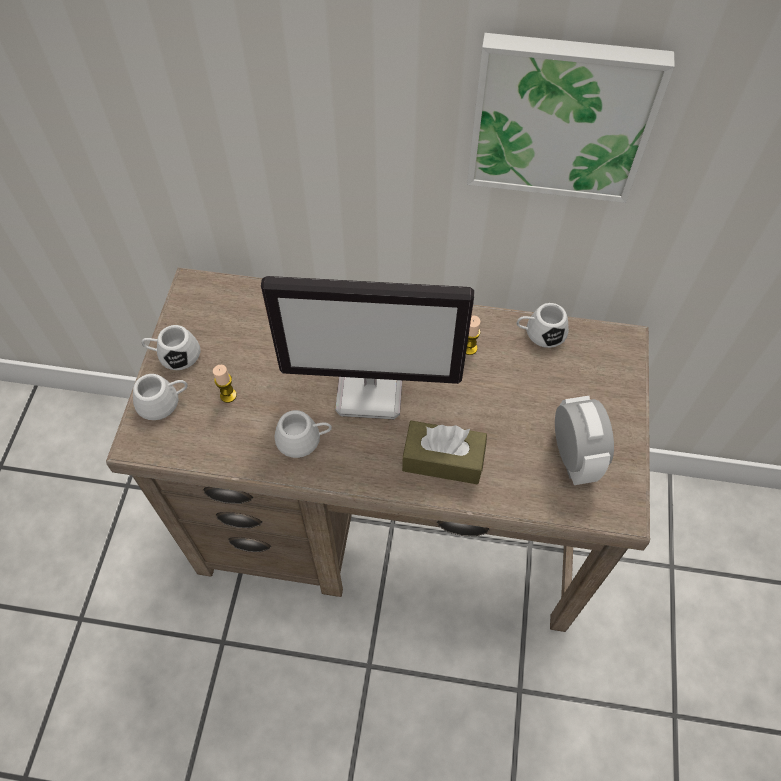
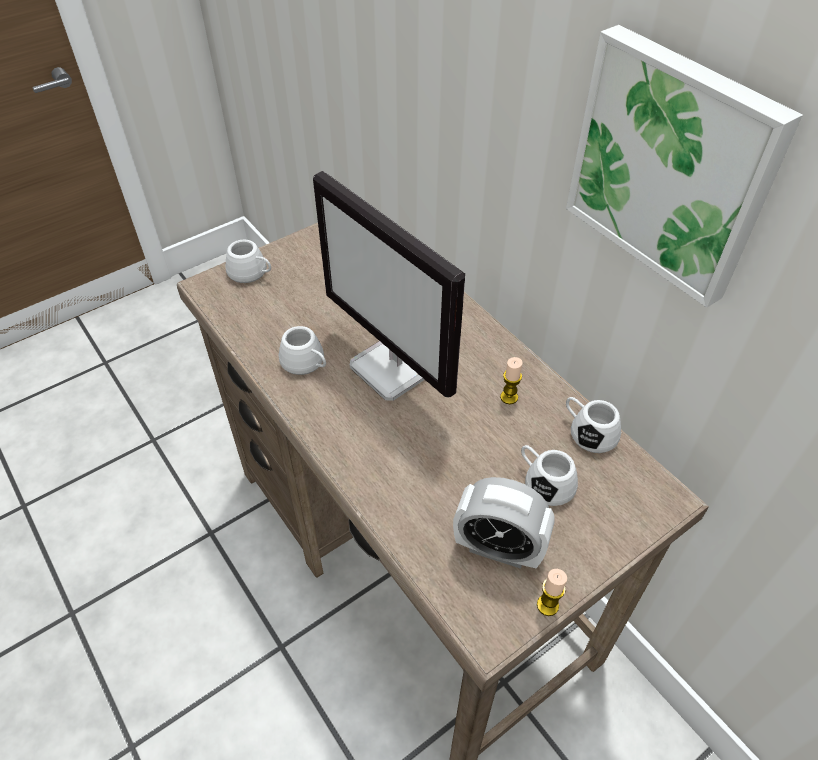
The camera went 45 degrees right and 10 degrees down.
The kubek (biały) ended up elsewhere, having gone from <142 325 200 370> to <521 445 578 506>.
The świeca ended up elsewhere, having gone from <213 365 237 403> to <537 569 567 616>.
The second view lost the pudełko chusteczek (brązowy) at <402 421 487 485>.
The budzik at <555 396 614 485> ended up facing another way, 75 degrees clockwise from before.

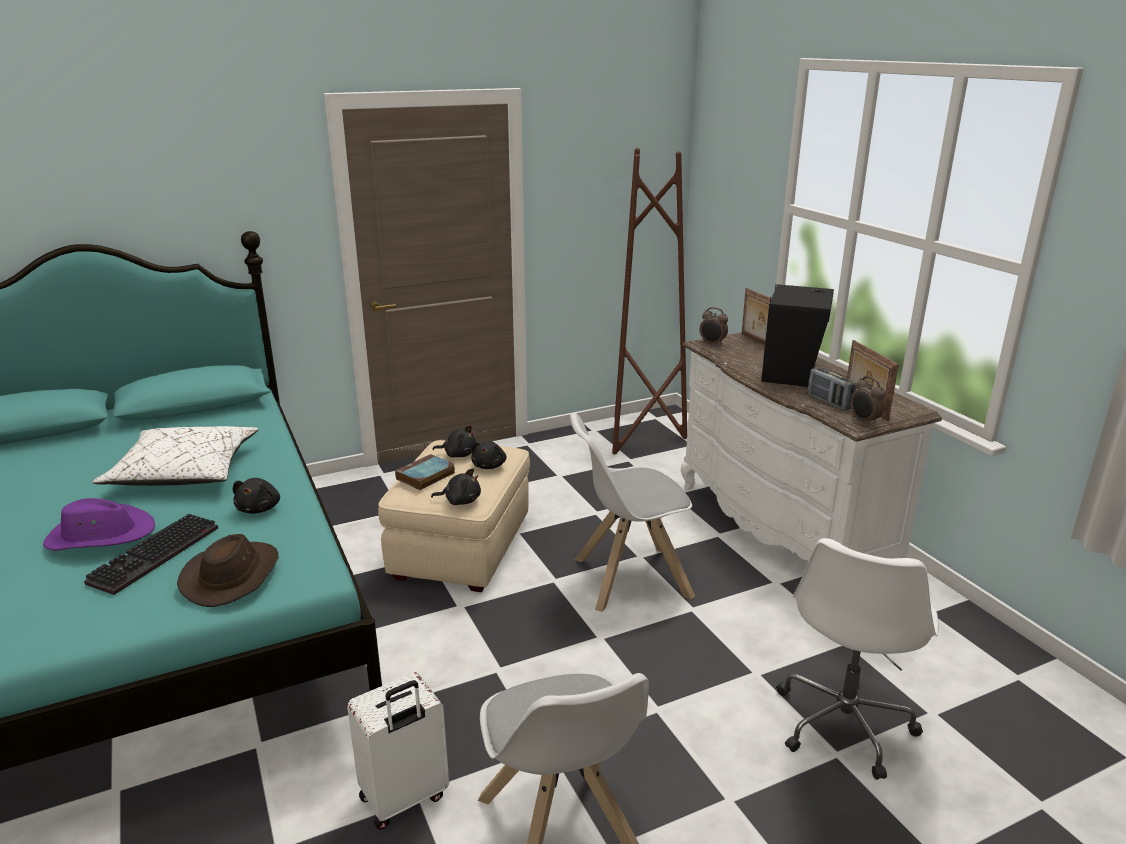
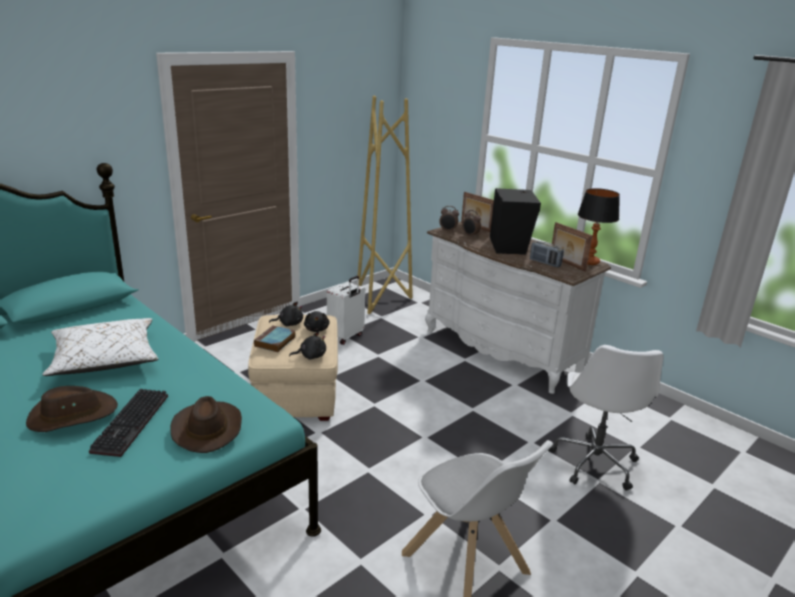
The camera went 20 degrees left and 0 degrees up.
What was the kapelusz (fioletowy) at <43 498 155 551> turned into the kapelusz (brązowy) at <26 386 118 432>.
The second view lost the pluszak (czarny) at <233 478 280 514>.
The walizka (biały) ended up elsewhere, having gone from <347 672 449 830> to <327 276 365 345>.
The second view lost the krzesło at <570 413 695 612>.
What was the wieszak (brązowy) at <612 148 687 455> turned into the wieszak (żółty) at <358 96 413 314>.
The budzik ended up elsewhere, having gone from <850 376 885 426> to <462 210 481 238>.
The second view gained the lampa stołowa at <578 188 620 265>.

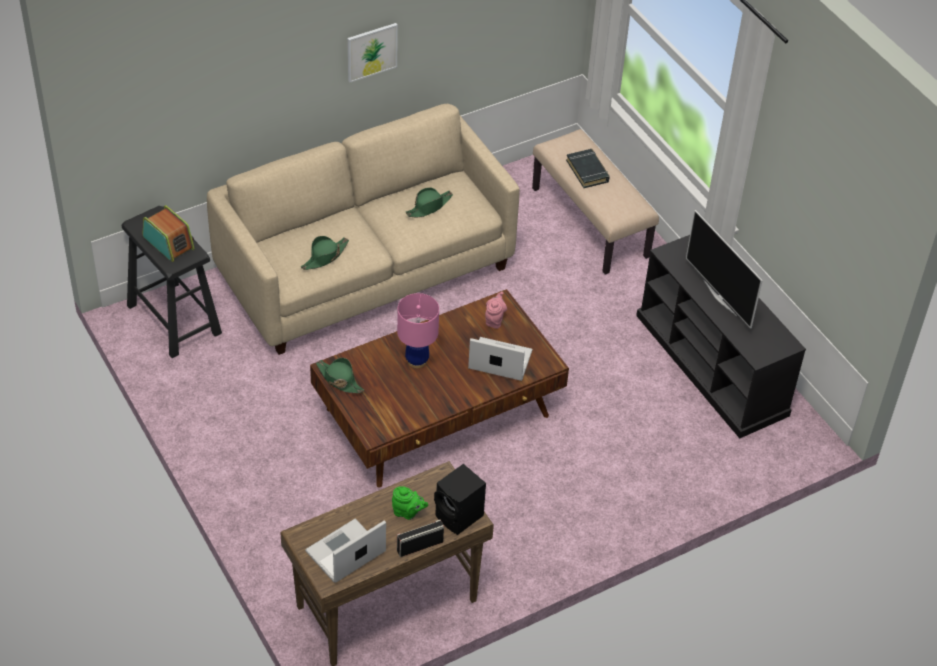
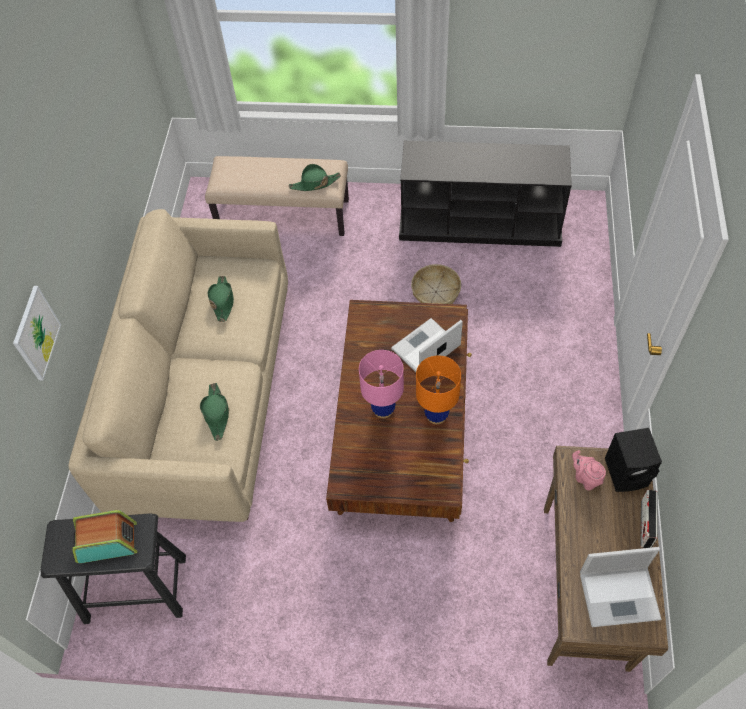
The camera went 50 degrees left and 10 degrees up.
The laptop at <305 518 386 583> ended up facing another way, 90 degrees counterclockwise from before.
The kapelusz (zielony) ended up elsewhere, having gone from <316 358 364 393> to <289 164 341 191>.
The obraz ended up elsewhere, having gone from <348 23 398 82> to <13 286 61 381>.
The second view lost the imbryk (zielony) at <392 486 428 520>.
The imbryk (różowy) ended up elsewhere, having gone from <485 292 507 329> to <572 450 606 490>.
The second view lost the książka (czarny) at <566 149 610 188>.
The second view lost the telewizor at <686 210 763 328>.
The second view gained the koszyk at <411 264 461 304>.
The second view gained the lampa stołowa (pomarańczowy) at <416 355 461 424>.

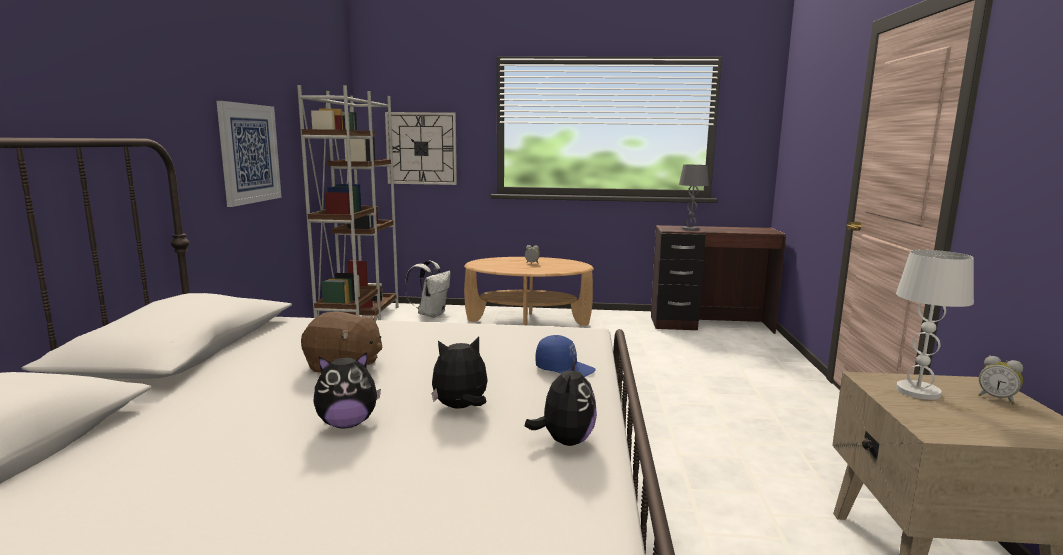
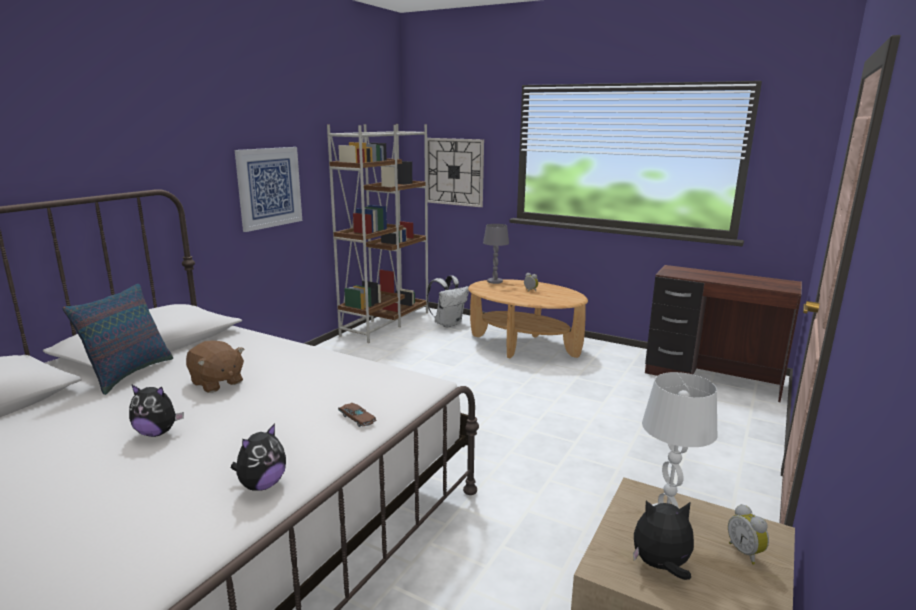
The camera went 25 degrees right and 5 degrees up.
The pluszak ended up elsewhere, having gone from <431 336 488 409> to <633 500 694 580>.
Where the czapka z daszkiem (niebieski) stood at <536 335 596 377>, the samochodzik (brązowy) came to stand at <338 403 377 427>.
The lampa stołowa (szary) ended up elsewhere, having gone from <679 165 709 231> to <483 224 509 284>.
The second view gained the poduszka (niebieski) at <62 284 173 395>.

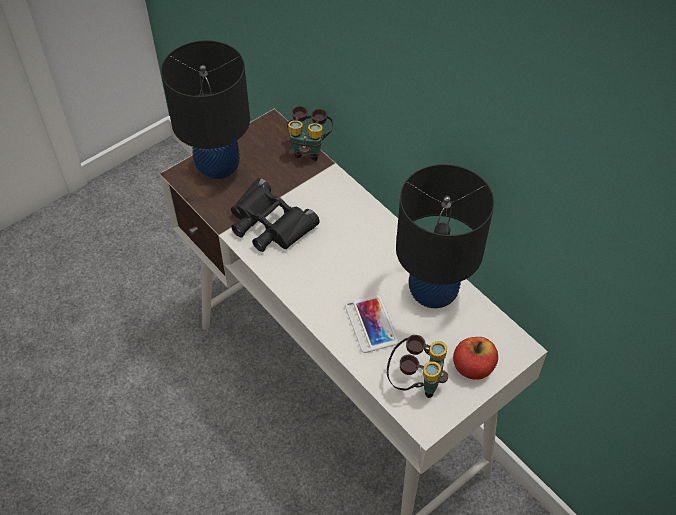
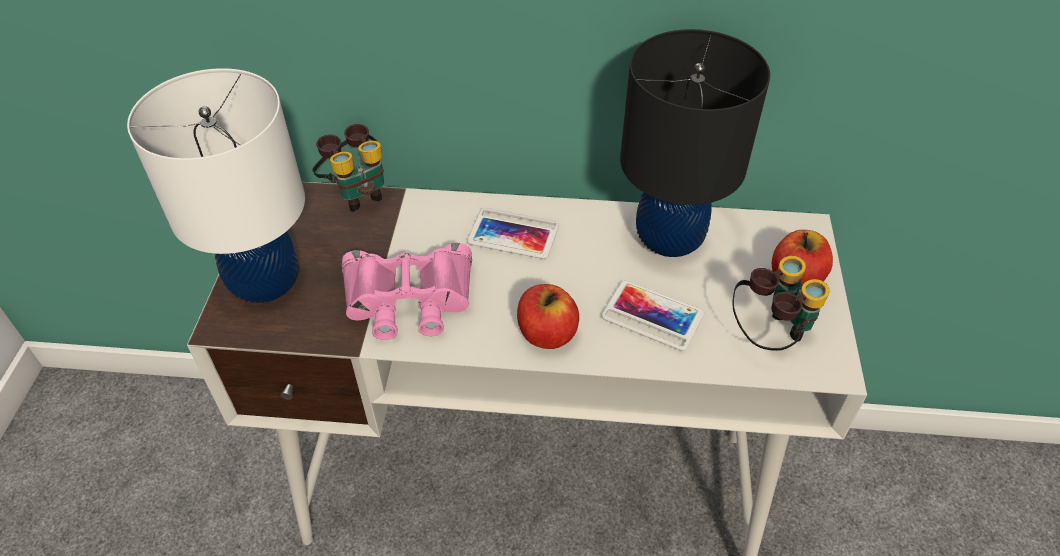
The camera went 45 degrees left and 5 degrees down.
What was the lampa stołowa (czarny) at <161 40 250 179> turned into the lampa stołowa (biały) at <127 68 305 303>.
What was the lornetka (czarny) at <231 178 320 252> turned into the lornetka (różowy) at <342 243 472 340>.
The second view gained the telefon at <467 208 559 259>.
The second view gained the jabłko at <517 284 579 349>.

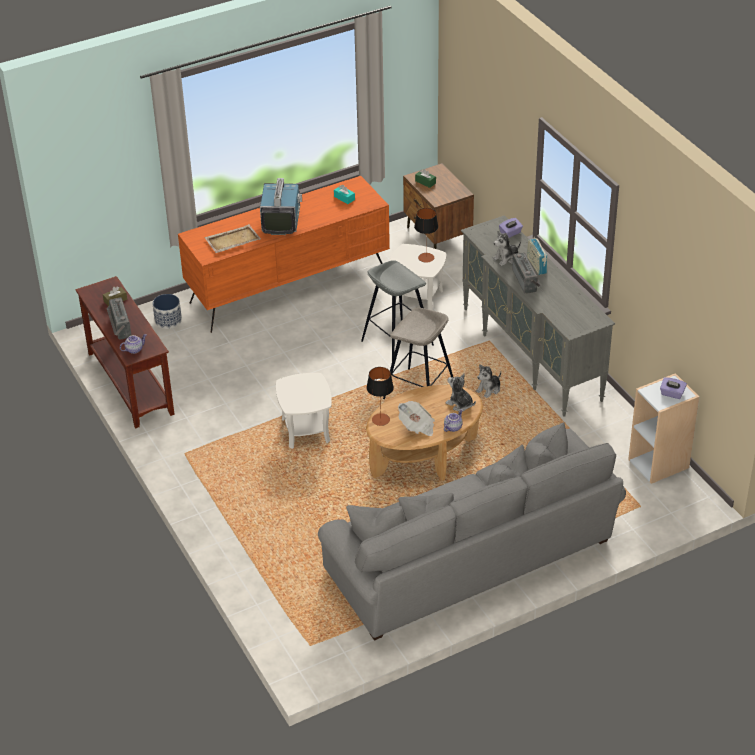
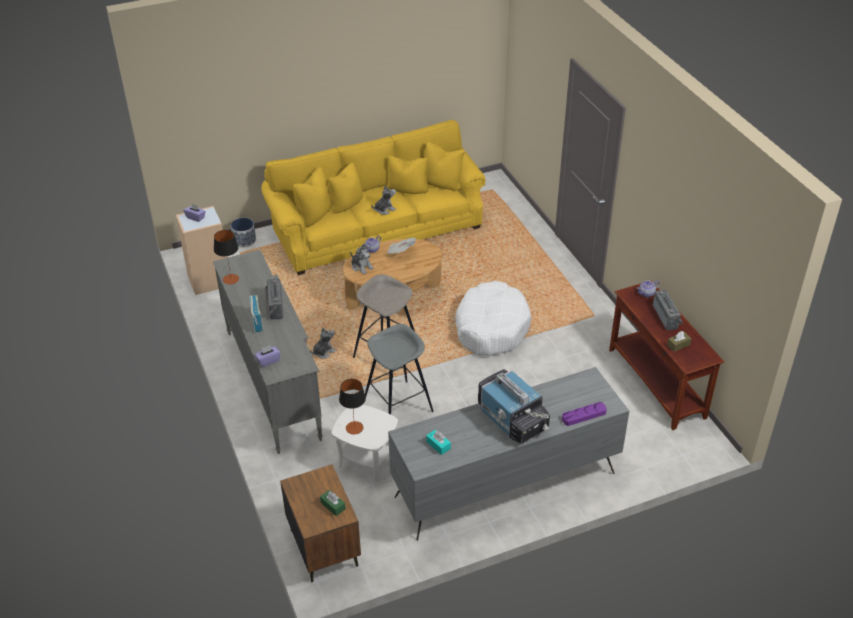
The camera went 175 degrees left and 0 degrees up.
The donica ended up elsewhere, having gone from <153 294 182 329> to <231 218 256 247>.
What was the szafka pod telewizor (pomarańczowy) at <178 176 390 333> turned into the szafka pod telewizor (szary) at <388 367 629 541>.
The second view lost the taca (beżowy) at <204 224 261 253>.
The telewizor at <260 178 302 235> ended up facing another way, 45 degrees counterclockwise from before.
Where the stolik (biały) stood at <276 373 332 449>, the legowisko (biały) came to stand at <455 281 531 356>.
What was the kanapa (szary) at <318 422 626 641> turned into the kanapa (żółty) at <261 120 486 275>.
The lampa stołowa ended up elsewhere, having gone from <367 367 394 426> to <214 230 239 284>.
The pluszak ended up elsewhere, having gone from <492 231 521 266> to <371 185 396 215>.
The second view gained the taca (fioletowy) at <562 402 607 426>.

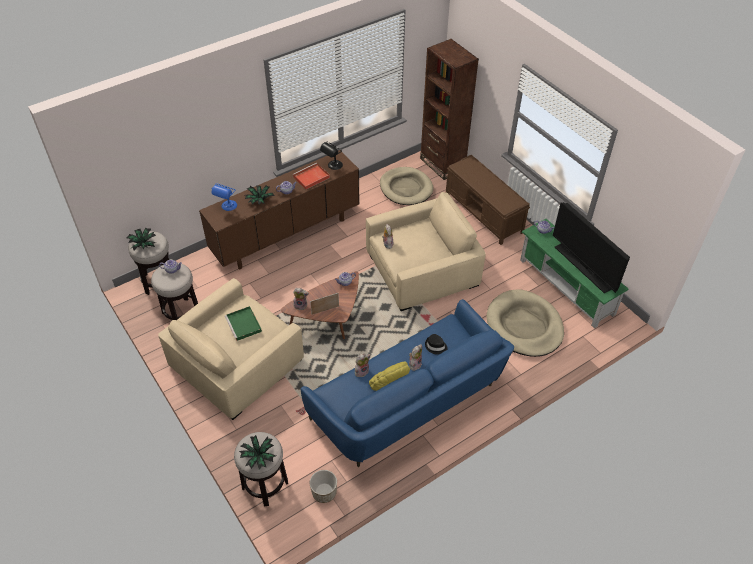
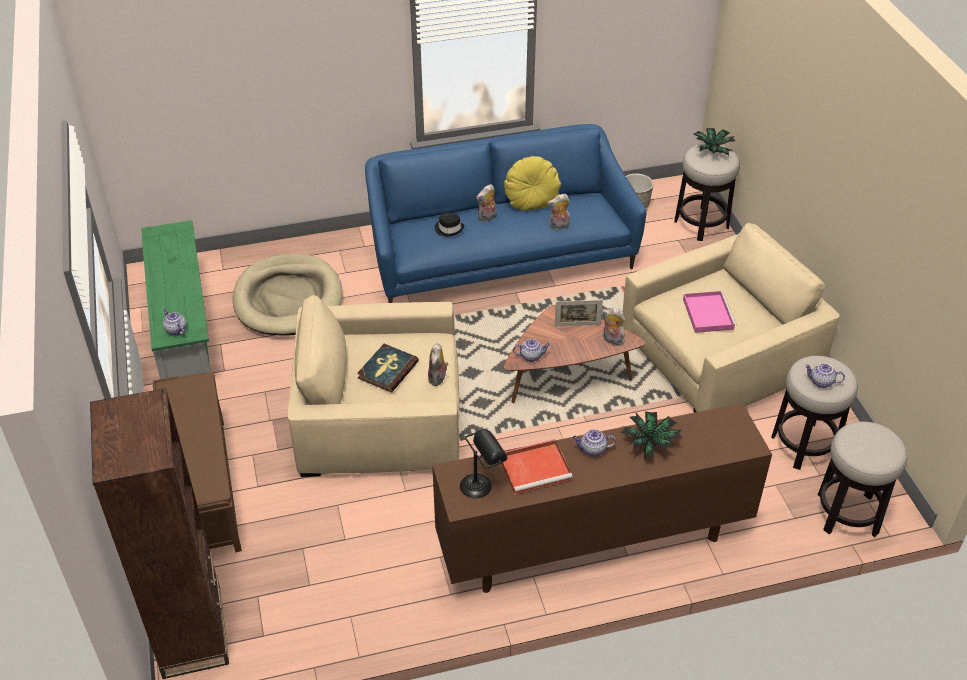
The camera went 160 degrees left and 5 degrees down.
The second view lost the roślina doniczkowa at <127 228 156 250>.
The second view lost the lampa stołowa (niebieski) at <211 183 237 211>.
What was the taca (zielony) at <225 306 262 341> turned into the taca (różowy) at <683 291 737 333>.
The second view lost the legowisko (beżowy) at <380 167 434 205>.
The second view lost the telewizor at <553 202 630 293>.
The second view gained the książka at <357 344 419 392>.

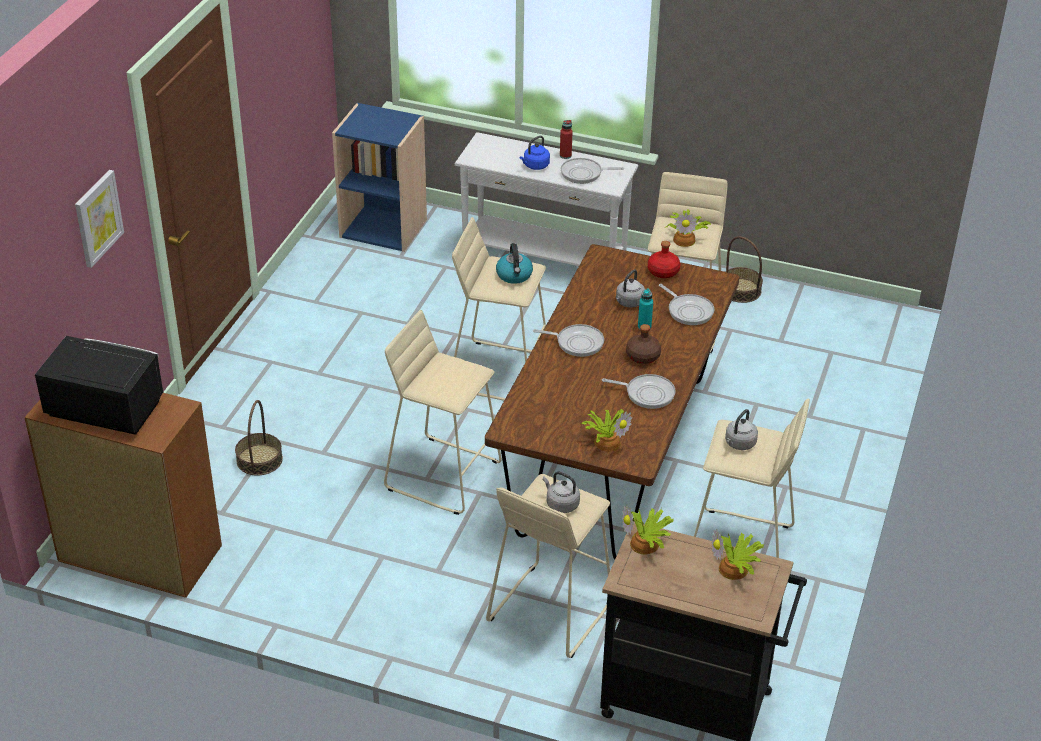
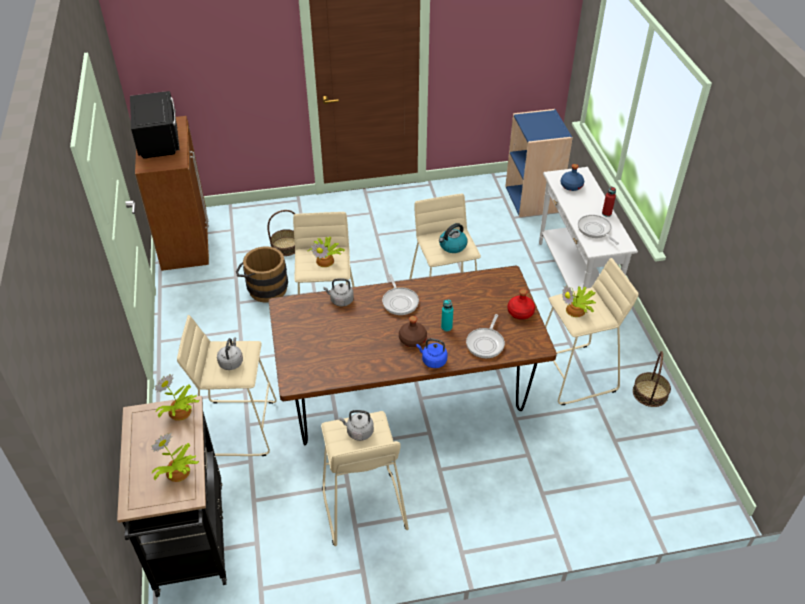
The camera went 60 degrees right and 5 degrees up.
The second view lost the obraz at <75 170 124 268>.
The czajnik (niebieski) ended up elsewhere, having gone from <519 136 550 170> to <416 338 448 368>.
The roślina doniczkowa ended up elsewhere, having gone from <581 409 632 452> to <308 237 345 267>.
The second view lost the patelnia at <602 374 676 409>.
The czajnik (szary) ended up elsewhere, having gone from <616 270 645 307> to <323 278 354 306>.
The second view gained the wiadro (brązowy) at <236 246 288 303>.
The second view gained the butelka (niebieski) at <561 164 584 191>.

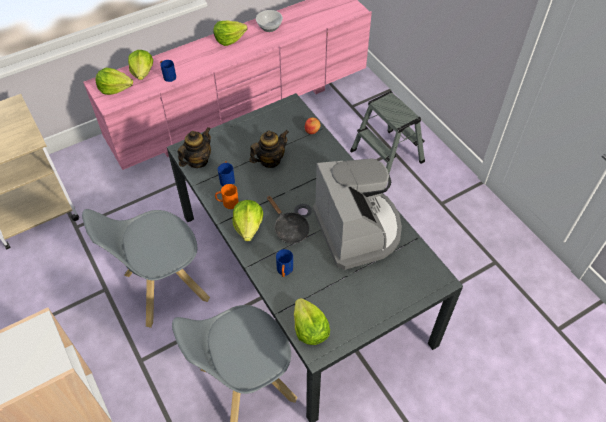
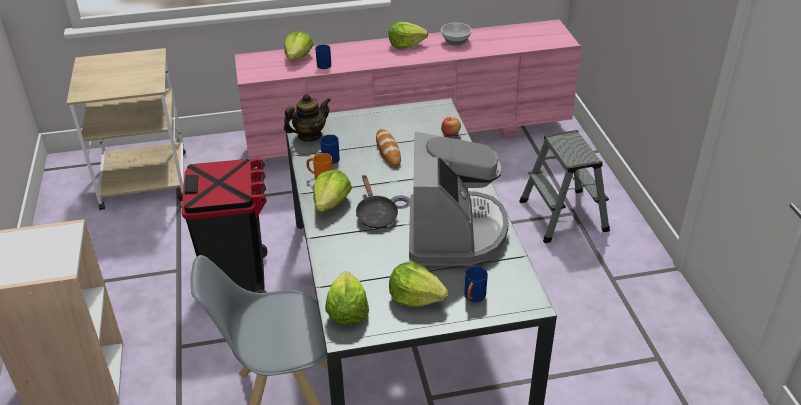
The camera went 20 degrees right and 15 degrees down.
Where the krzesło (szary) stood at <82 209 210 328>, the kosz na śmieci (czarny) came to stand at <182 158 267 293>.
The sałata ended up elsewhere, having gone from <95 68 133 95> to <389 261 448 307>.
Where the imbryk stood at <249 130 289 168>, the chleb came to stand at <376 129 401 167>.
The kubek (niebieski) ended up elsewhere, having gone from <276 249 293 277> to <464 266 488 302>.

